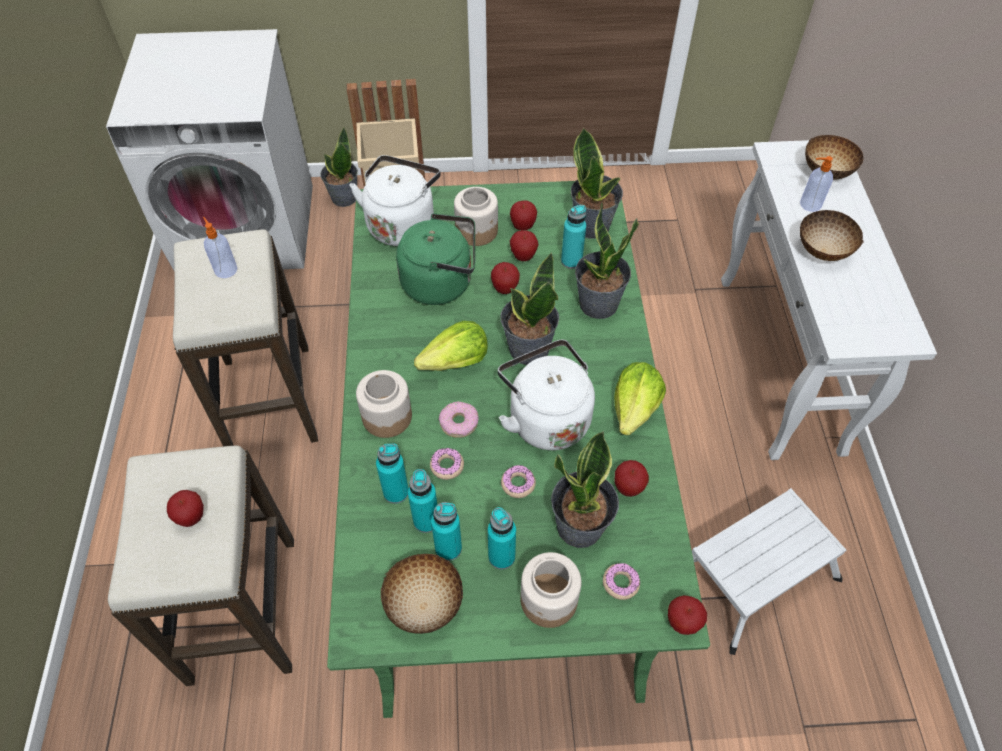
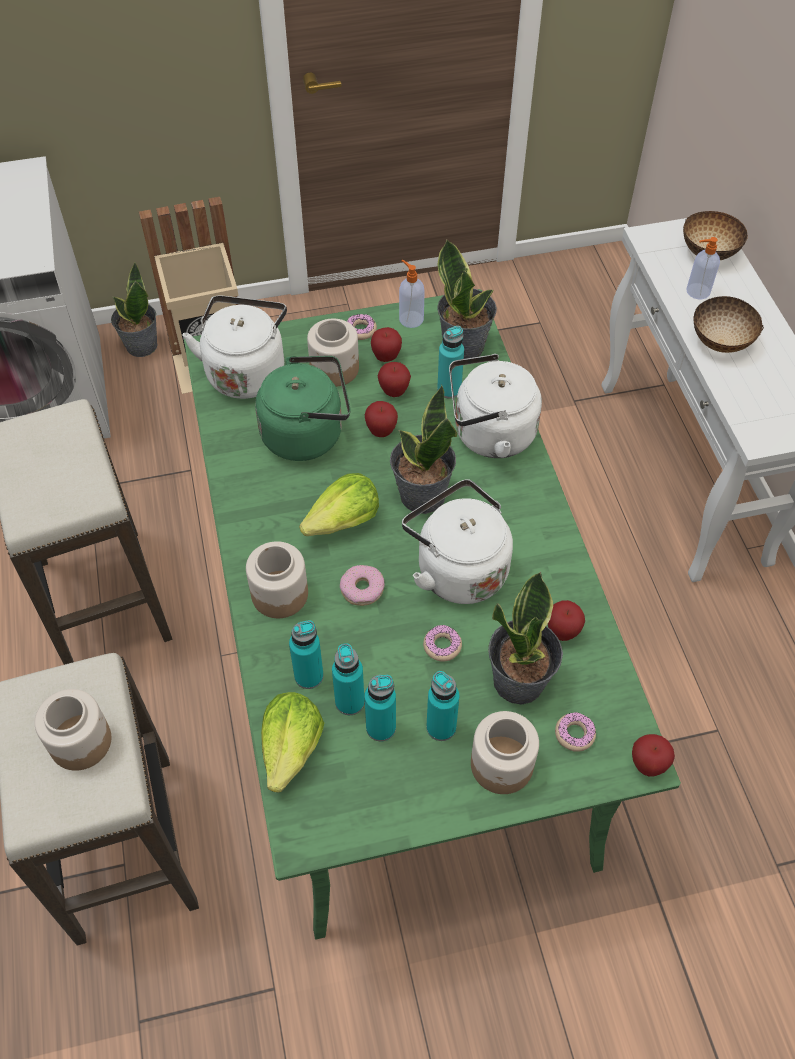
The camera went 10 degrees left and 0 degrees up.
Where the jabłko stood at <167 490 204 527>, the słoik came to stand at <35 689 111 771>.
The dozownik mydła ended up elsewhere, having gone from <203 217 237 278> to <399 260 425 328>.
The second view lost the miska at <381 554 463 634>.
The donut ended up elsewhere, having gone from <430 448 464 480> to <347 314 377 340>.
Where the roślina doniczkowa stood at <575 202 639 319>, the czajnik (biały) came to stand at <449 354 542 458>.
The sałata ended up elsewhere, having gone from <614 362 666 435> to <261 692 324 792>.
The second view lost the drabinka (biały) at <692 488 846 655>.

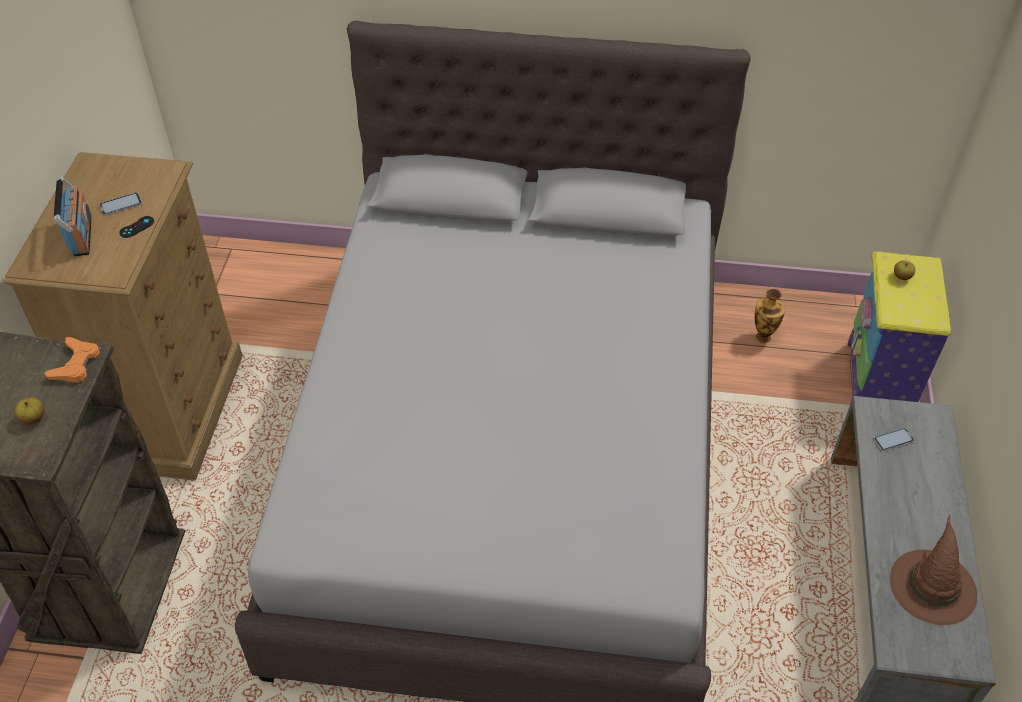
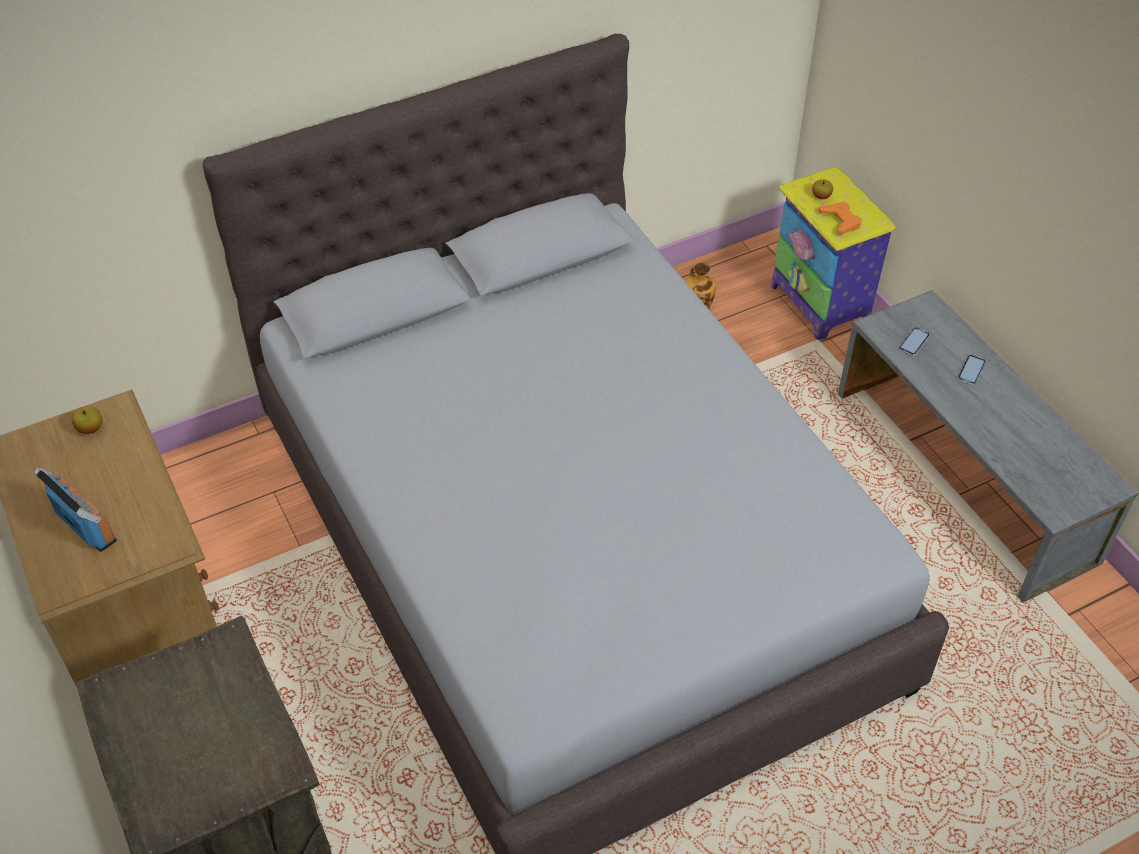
The camera went 35 degrees left and 0 degrees up.
The jabłko ended up elsewhere, having gone from <15 397 44 424> to <72 406 102 434>.
The pad do gier (pomarańczowy) ended up elsewhere, having gone from <44 337 100 383> to <818 201 862 234>.
The telefon ended up elsewhere, having gone from <99 193 142 215> to <958 355 986 385>.
The second view lost the pad do gier (czarny) at <119 216 154 238>.
The second view lost the kapelusz (brązowy) at <890 514 977 625>.

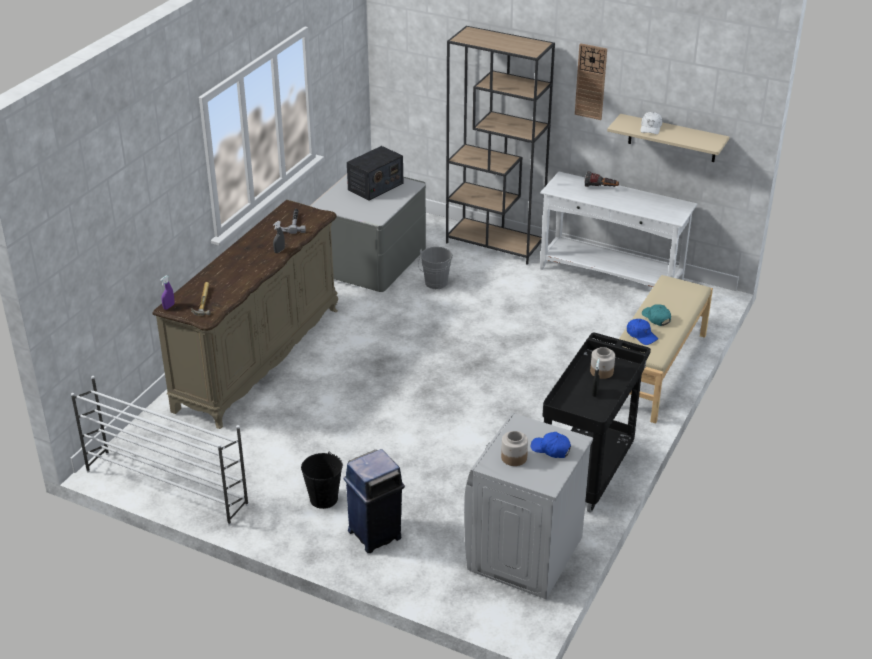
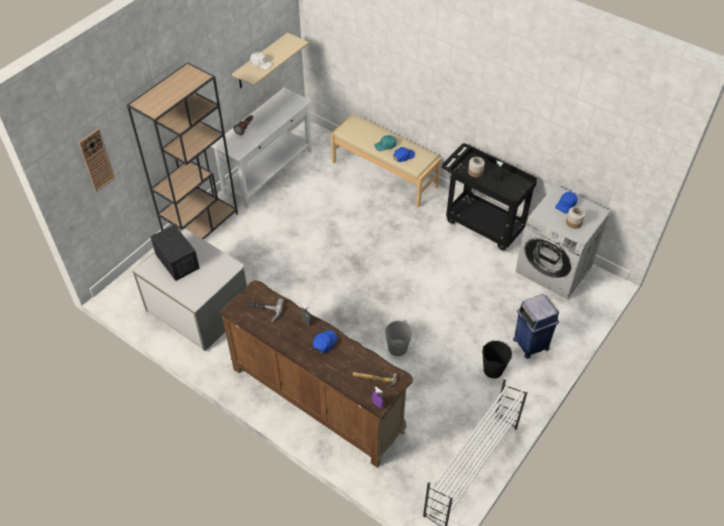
The camera went 80 degrees left and 15 degrees up.
The wiadro (szary) ended up elsewhere, having gone from <418 247 453 289> to <385 319 417 356>.
The zegar ścienny ended up elsewhere, having gone from <575 43 607 120> to <78 129 115 192>.
The second view gained the czapka z daszkiem (niebieski) at <313 330 337 353>.

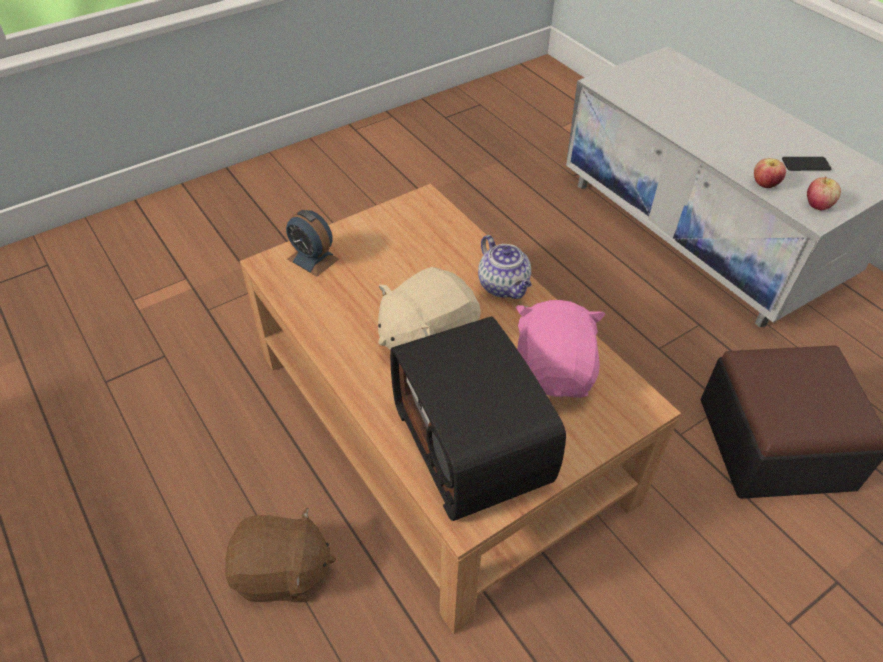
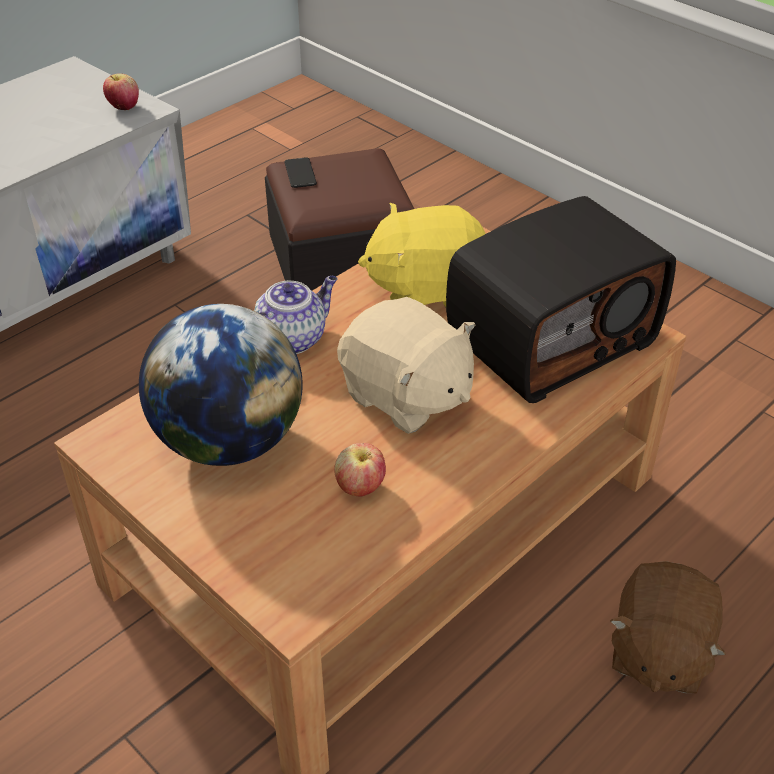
The camera went 100 degrees left and 5 degrees down.
The pluszak (brązowy) at <225 508 336 602> ended up facing another way, 150 degrees counterclockwise from before.
The second view lost the budzik at <286 210 339 277>.
What was the pluszak (różowy) at <516 300 605 398> turned into the pluszak (żółty) at <358 202 486 308>.
The jabłko ended up elsewhere, having gone from <754 158 786 188> to <334 443 386 497>.
The telefon ended up elsewhere, having gone from <782 157 832 171> to <284 157 317 188>.
The second view gained the globus at <139 304 303 466>.

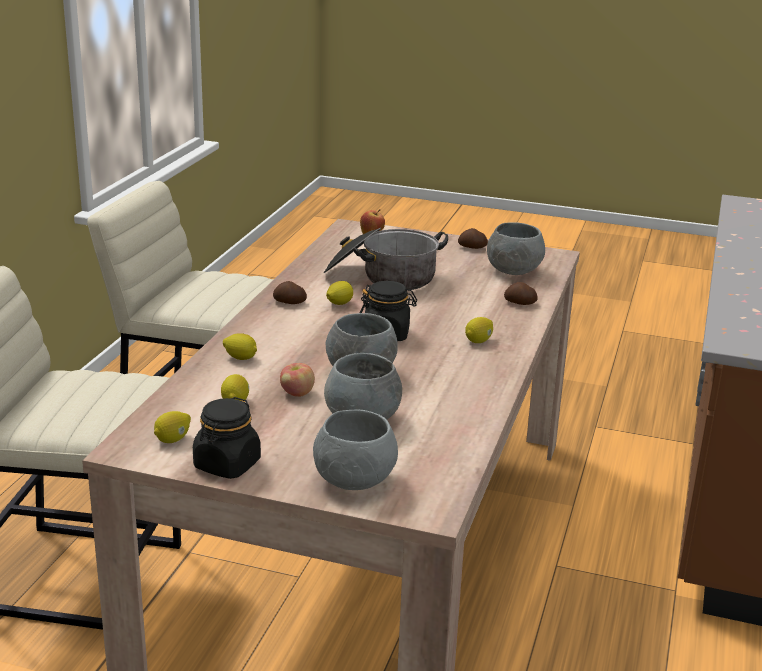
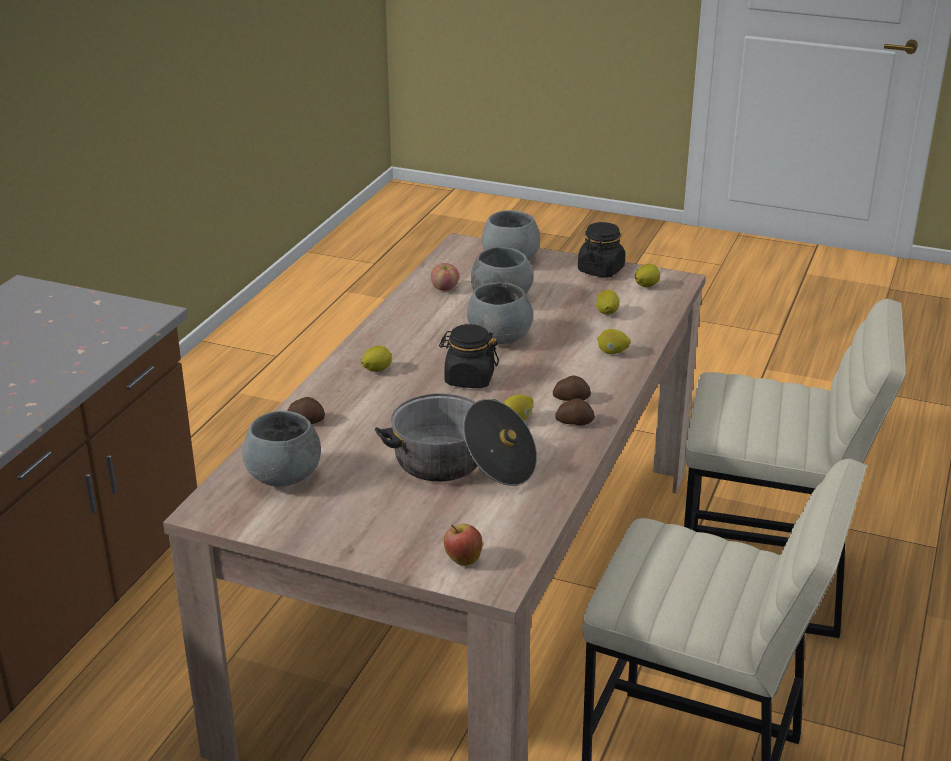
The camera went 175 degrees left and 5 degrees up.
The jabłko ended up elsewhere, having gone from <280 363 315 397> to <431 263 459 291>.
The ziemniak ended up elsewhere, having gone from <458 228 488 249> to <553 375 591 401>.

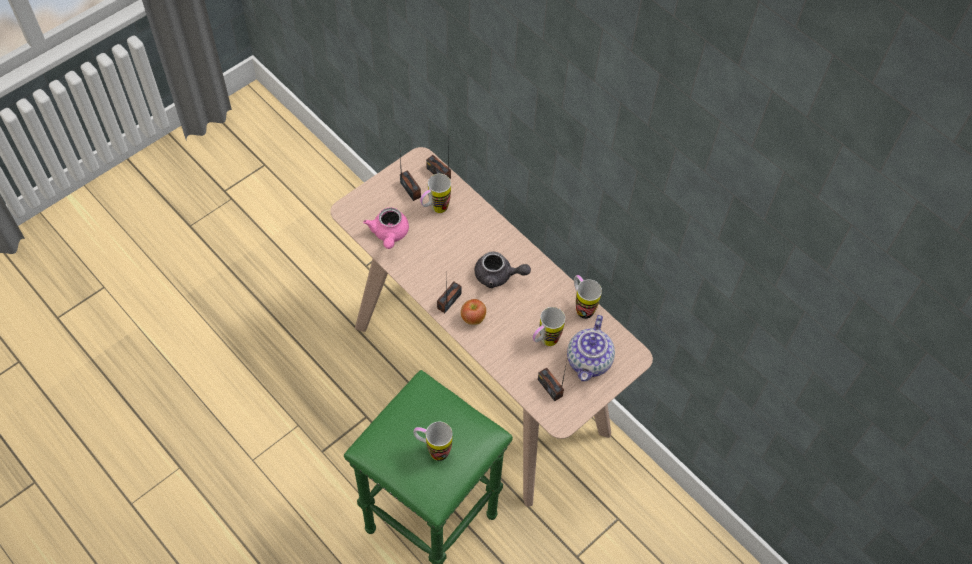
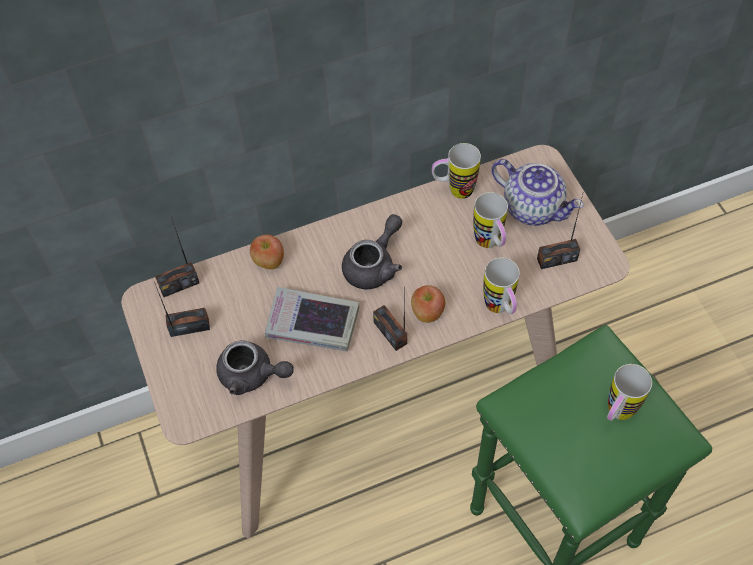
The camera went 65 degrees left and 0 degrees up.
What was the imbryk (różowy) at <363 207 409 249> turned into the imbryk (szary) at <216 340 294 395>.
The kubek ended up elsewhere, having gone from <420 174 451 213> to <483 257 520 314>.
The second view gained the jabłko at <250 234 284 270>.
The second view gained the książka at <265 287 359 351>.

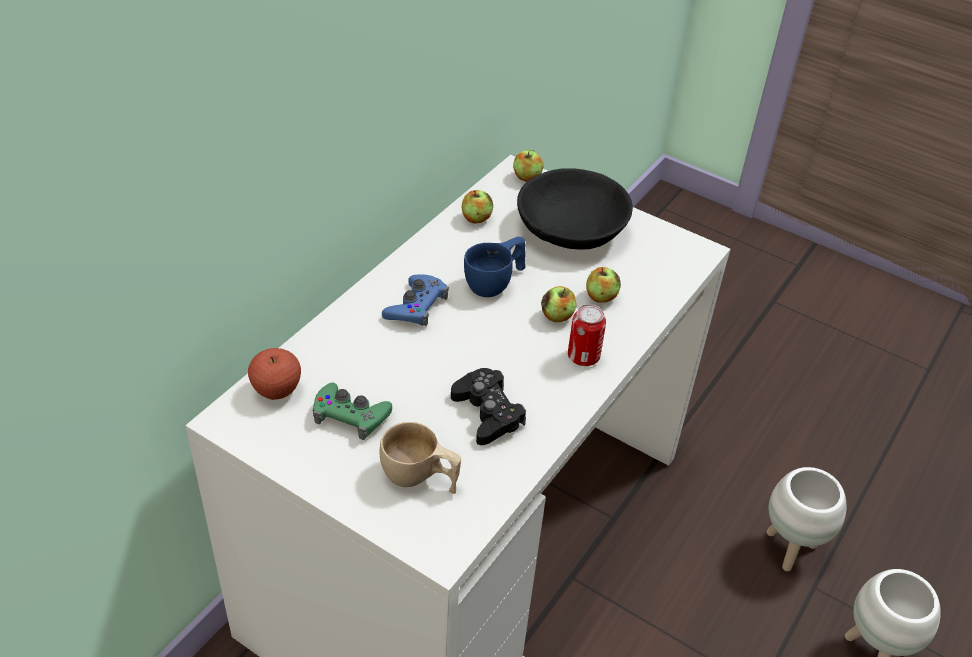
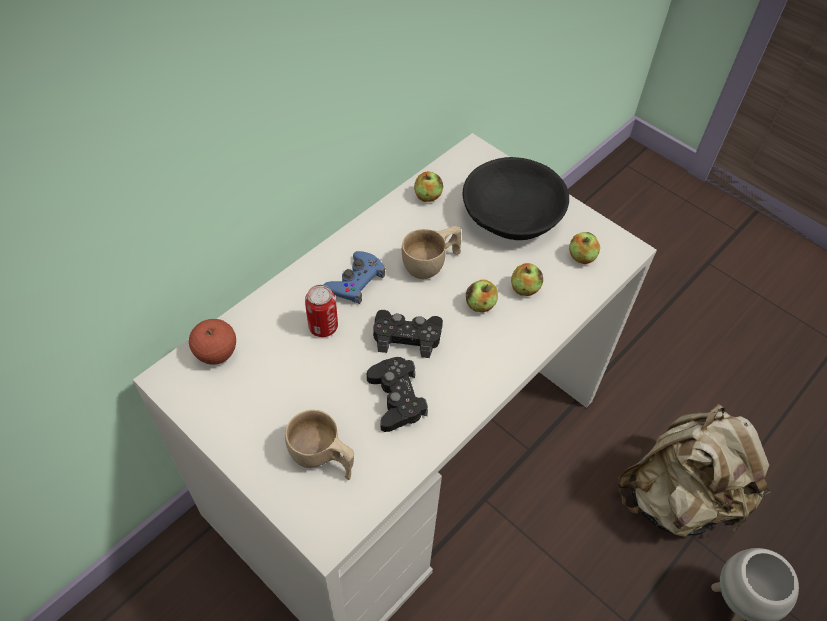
The camera went 10 degrees right and 10 degrees up.
The second view lost the pad do gier (zielony) at <313 383 392 440>.
What was the filiżanka (niebieski) at <464 237 526 297> turned into the filiżanka (beżowy) at <402 226 461 279>.
The jabłko ended up elsewhere, having gone from <513 150 544 182> to <569 232 600 264>.
The puszka ended up elsewhere, having gone from <568 304 606 366> to <305 285 338 337>.
Where the donica (biały) stood at <767 467 846 571>, the plecak (beżowy) came to stand at <617 404 770 537>.
The second view gained the pad do gier (czarny) at <373 310 443 358>.

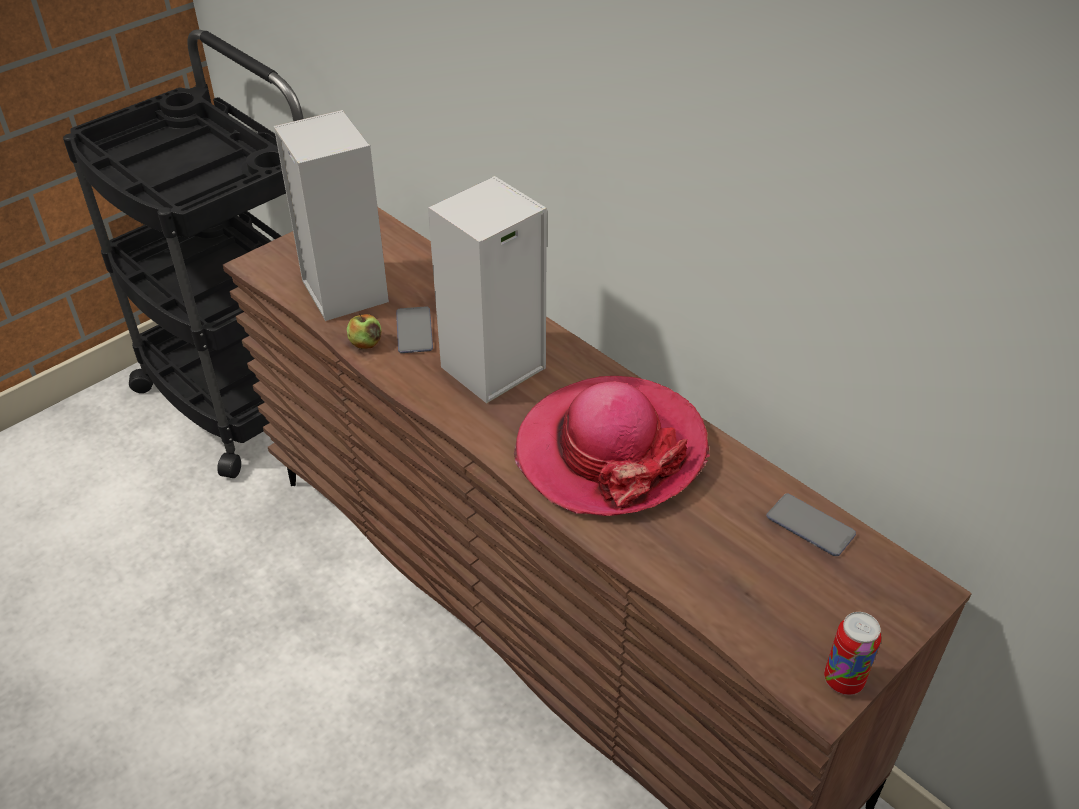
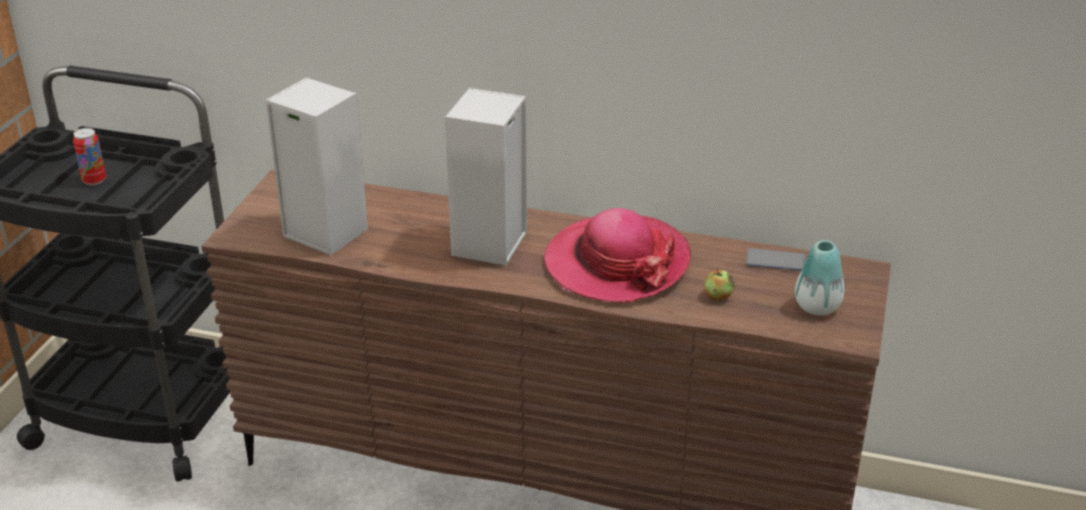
The camera went 30 degrees left and 10 degrees down.
The jabłko ended up elsewhere, having gone from <347 313 382 349> to <704 269 735 301>.
The second view lost the telefon at <396 306 433 353>.
The puszka ended up elsewhere, having gone from <824 612 881 695> to <73 128 106 185>.
The second view gained the wazon at <795 240 844 315>.

